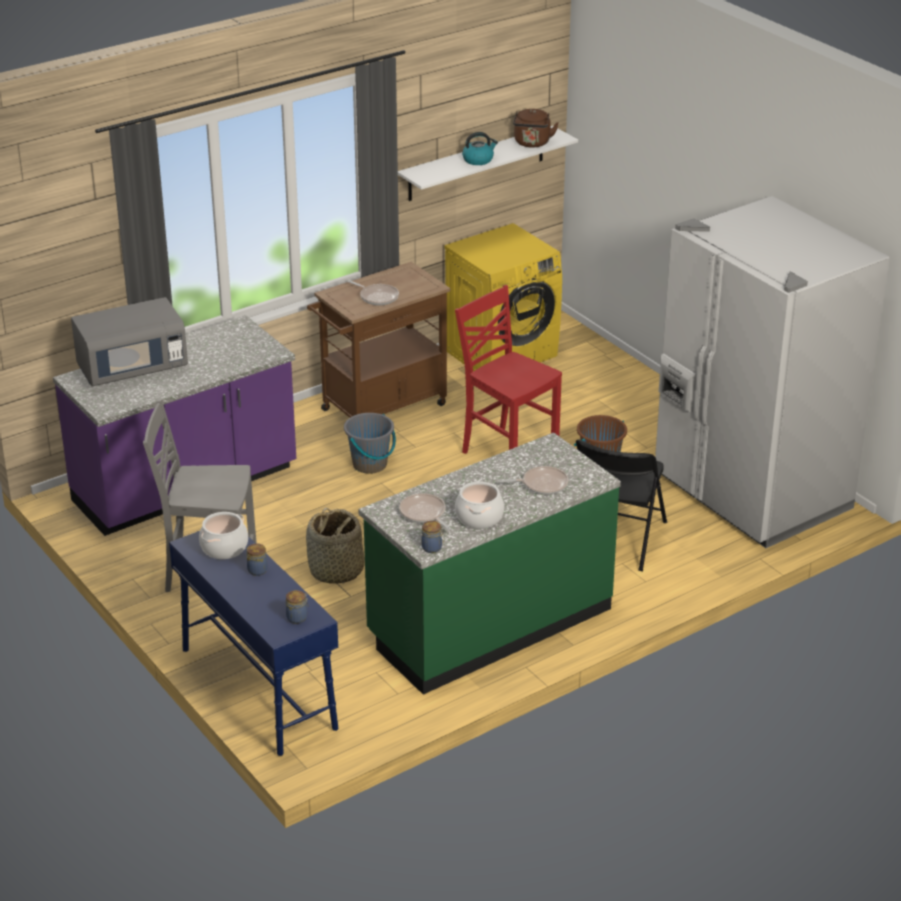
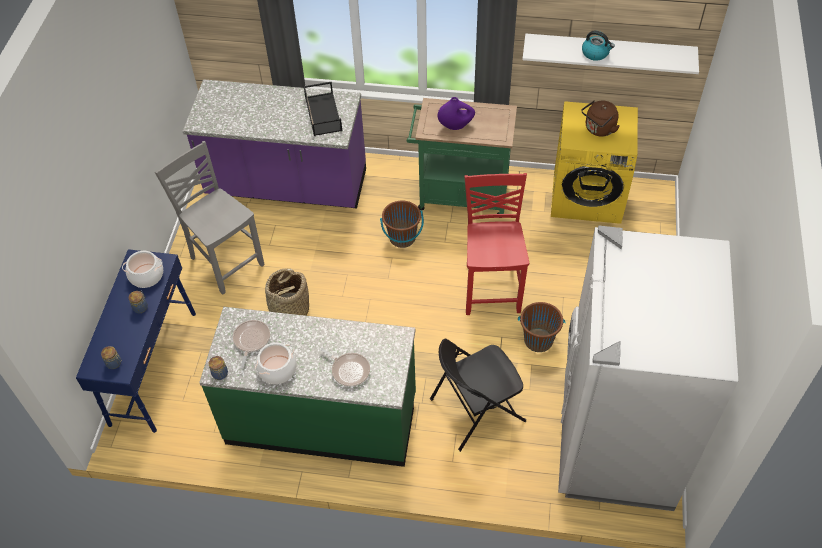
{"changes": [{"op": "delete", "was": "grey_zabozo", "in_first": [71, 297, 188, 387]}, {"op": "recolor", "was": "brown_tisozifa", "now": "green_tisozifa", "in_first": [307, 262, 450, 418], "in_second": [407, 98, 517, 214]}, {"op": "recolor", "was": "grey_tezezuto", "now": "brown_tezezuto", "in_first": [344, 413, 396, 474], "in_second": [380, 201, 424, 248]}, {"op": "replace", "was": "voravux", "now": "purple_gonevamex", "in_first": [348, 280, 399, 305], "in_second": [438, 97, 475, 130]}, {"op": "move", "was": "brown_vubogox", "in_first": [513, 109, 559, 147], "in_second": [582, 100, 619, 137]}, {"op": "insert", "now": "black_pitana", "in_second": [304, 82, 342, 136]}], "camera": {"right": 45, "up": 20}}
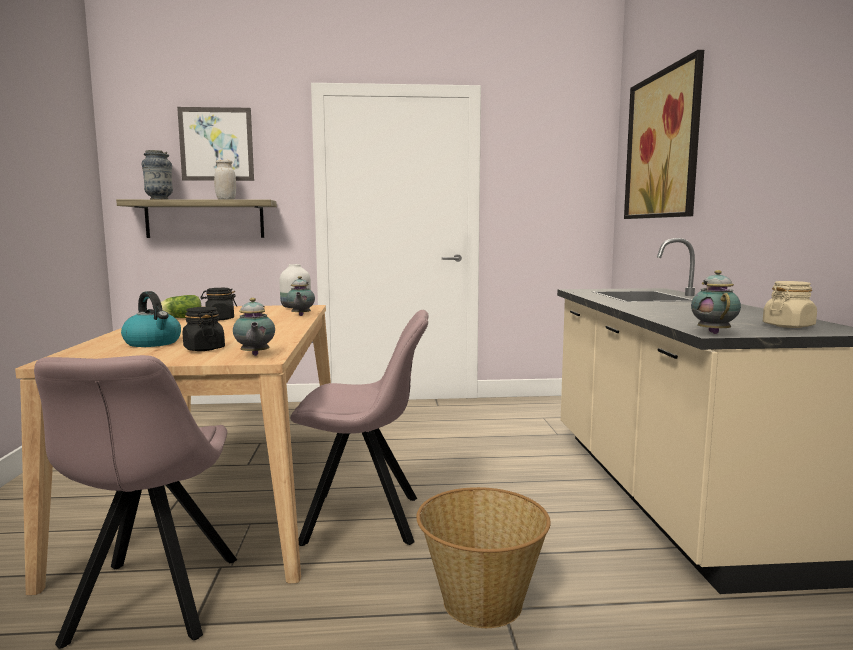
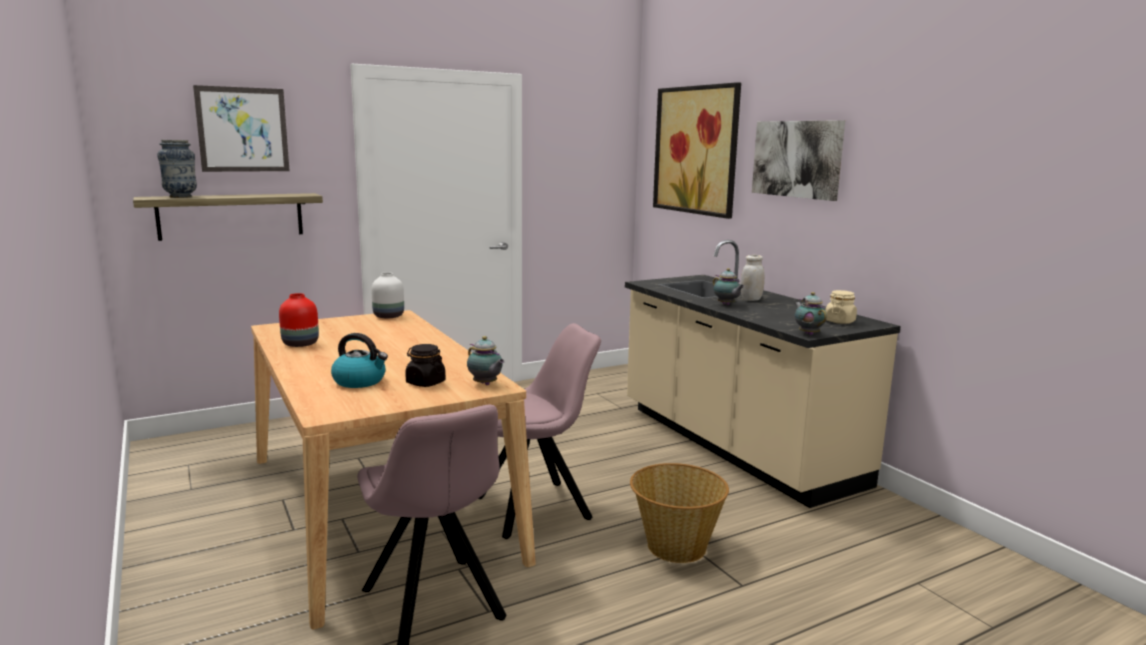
{"changes": [{"op": "replace", "was": "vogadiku", "now": "red_gonevamex", "in_first": [161, 295, 202, 318], "in_second": [279, 293, 319, 347]}, {"op": "delete", "was": "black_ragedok", "in_first": [200, 288, 237, 320]}, {"op": "move", "was": "white_ragedok", "in_first": [214, 159, 236, 200], "in_second": [741, 255, 765, 301]}, {"op": "move", "was": "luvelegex", "in_first": [286, 276, 315, 316], "in_second": [713, 268, 745, 305]}, {"op": "insert", "now": "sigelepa", "in_second": [752, 120, 845, 201]}], "camera": {"right": -25, "up": 5}}
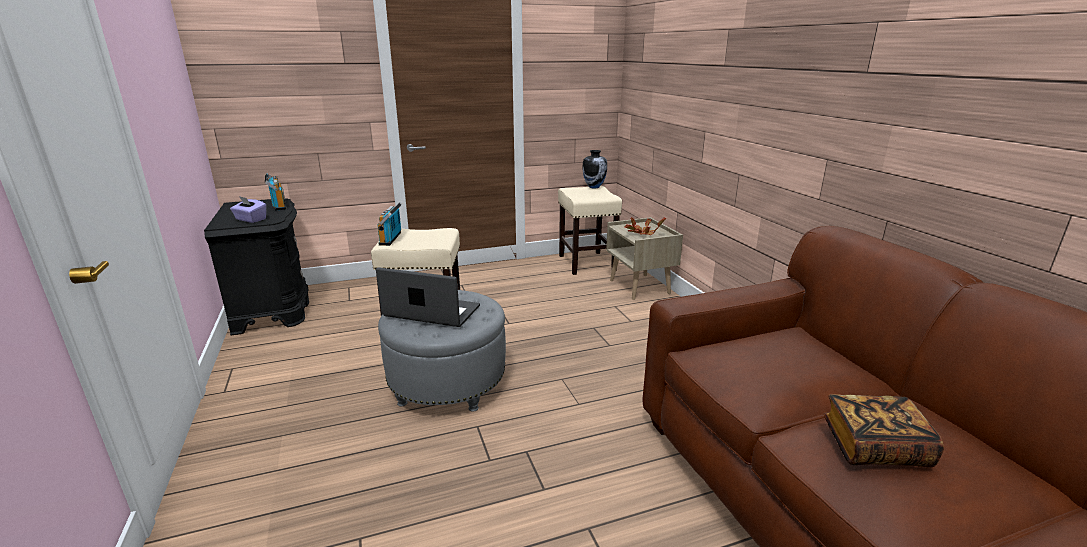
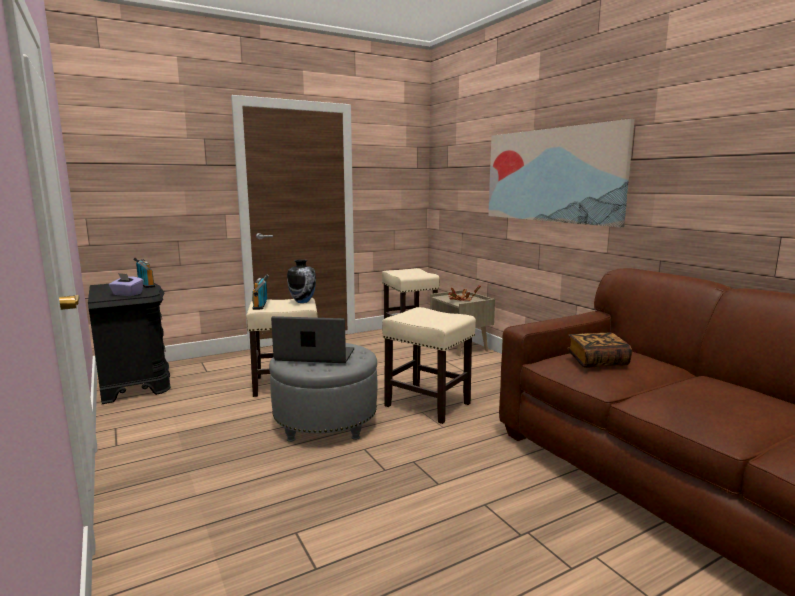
{"changes": [{"op": "move", "was": "gonevamex", "in_first": [582, 150, 607, 189], "in_second": [287, 260, 316, 303]}, {"op": "move", "was": "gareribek", "in_first": [823, 394, 944, 467], "in_second": [567, 333, 632, 368]}, {"op": "insert", "now": "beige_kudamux", "in_second": [382, 307, 476, 424]}, {"op": "insert", "now": "sigelepa", "in_second": [488, 119, 635, 227]}], "camera": {"right": -10, "up": -10}}
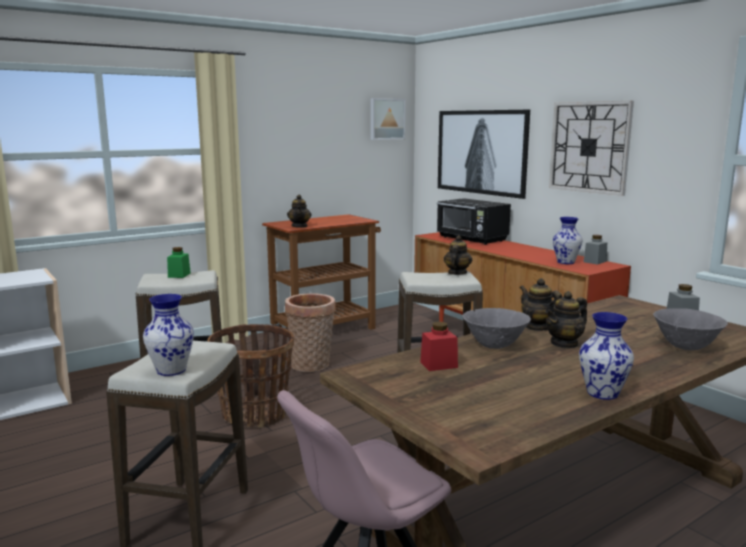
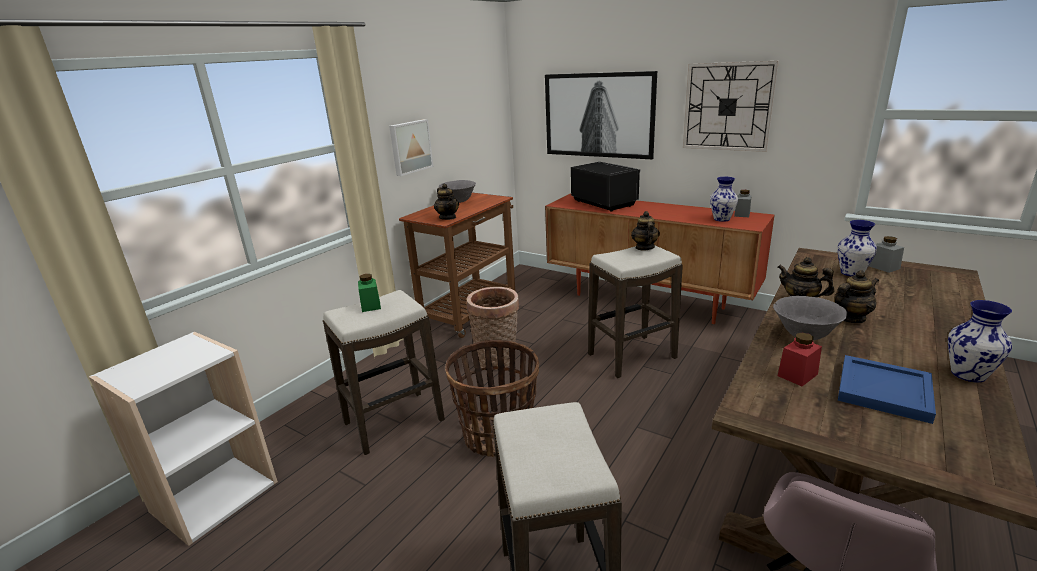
{"changes": [{"op": "move", "was": "gonevamex", "in_first": [143, 294, 194, 376], "in_second": [837, 220, 877, 276]}, {"op": "move", "was": "sigelepa", "in_first": [370, 98, 405, 140], "in_second": [389, 119, 434, 176]}, {"op": "rotate", "was": "black_zabozo", "in_first": [437, 198, 511, 245], "in_second": [571, 162, 641, 212], "clockwise": -150}, {"op": "rotate", "was": "luvelegex", "in_first": [545, 291, 587, 349], "in_second": [834, 270, 879, 323], "clockwise": -150}, {"op": "move", "was": "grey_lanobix", "in_first": [653, 308, 728, 350], "in_second": [439, 180, 476, 203]}, {"op": "insert", "now": "blue_pitana", "in_second": [838, 355, 936, 424]}], "camera": {"right": -20, "up": 10}}
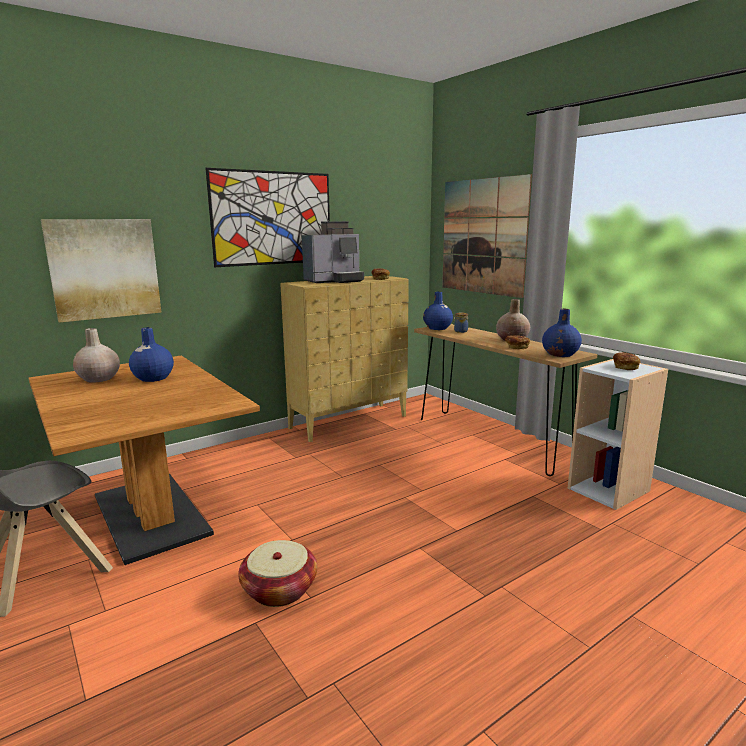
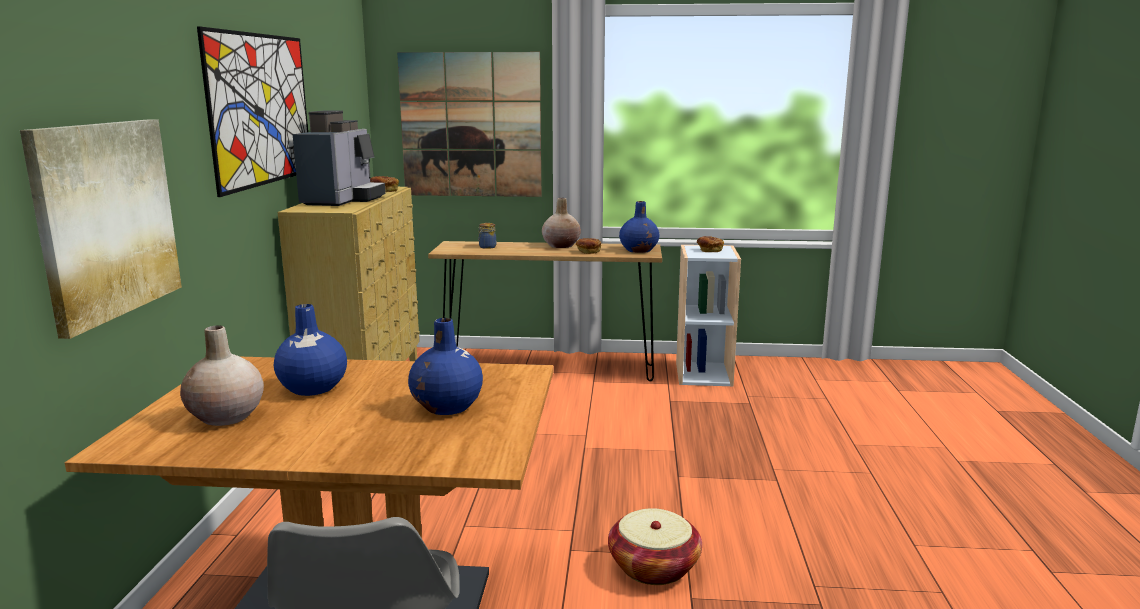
{"changes": [{"op": "move", "was": "blue_gonevamex", "in_first": [423, 292, 453, 330], "in_second": [408, 318, 483, 415]}], "camera": {"right": -50, "up": 0}}
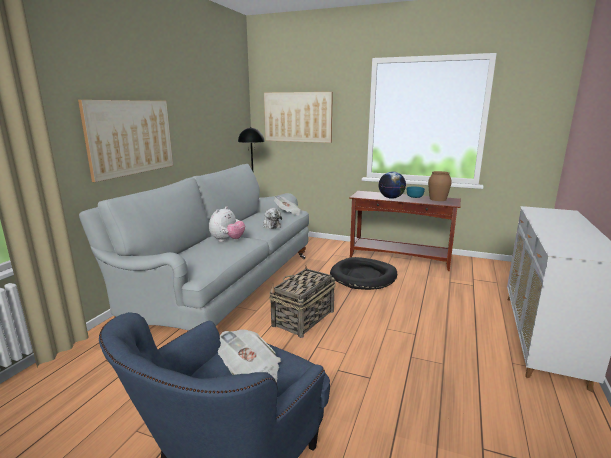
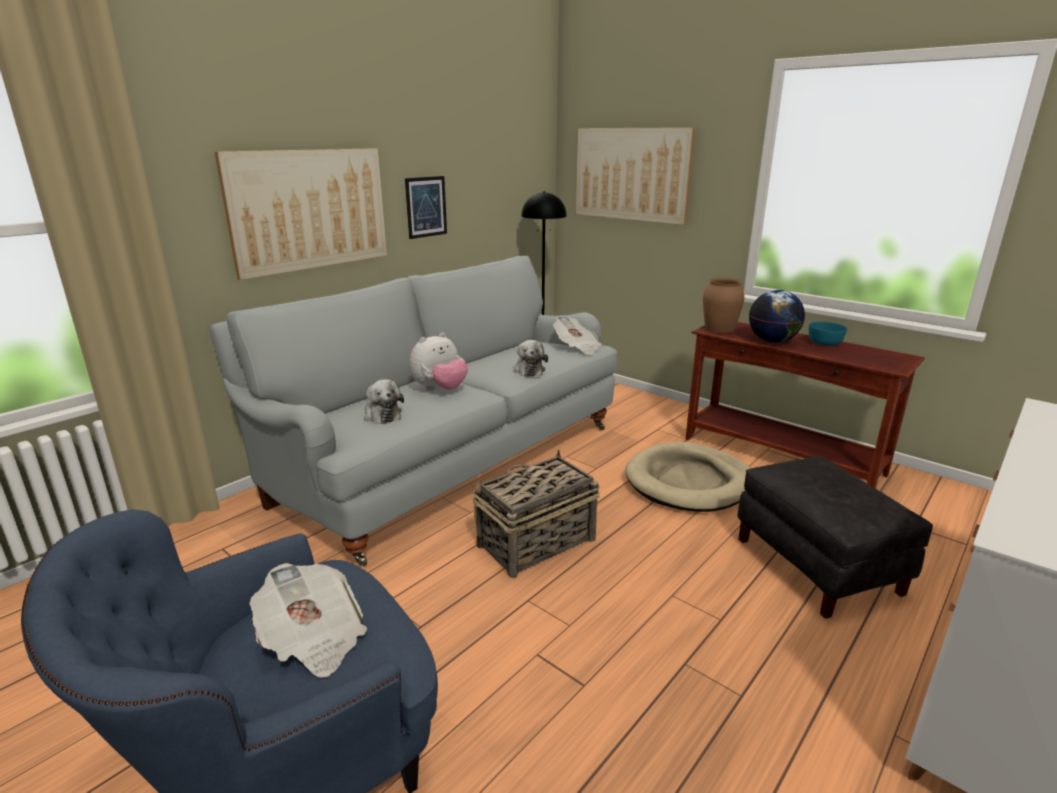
{"changes": [{"op": "recolor", "was": "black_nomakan", "now": "beige_nomakan", "in_first": [330, 257, 397, 290], "in_second": [625, 442, 751, 512]}, {"op": "move", "was": "brown_gonevamex", "in_first": [428, 171, 452, 201], "in_second": [703, 278, 744, 333]}, {"op": "insert", "now": "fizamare", "in_second": [364, 379, 404, 424]}, {"op": "insert", "now": "sigelepa", "in_second": [405, 176, 447, 239]}, {"op": "insert", "now": "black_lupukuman", "in_second": [738, 456, 933, 619]}], "camera": {"right": 20, "up": 5}}
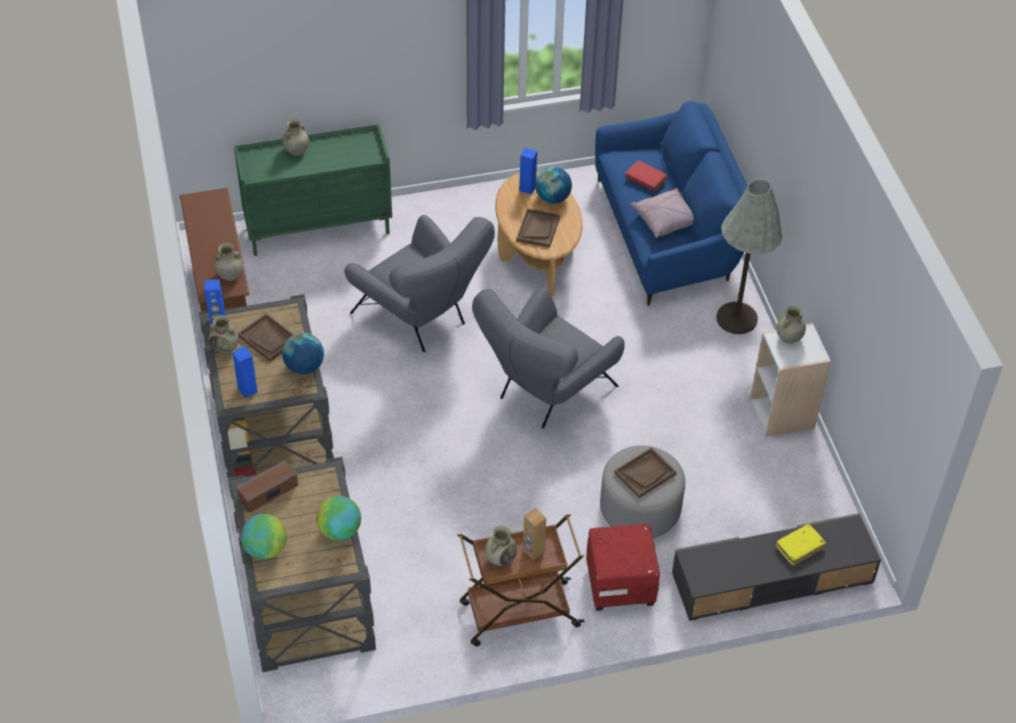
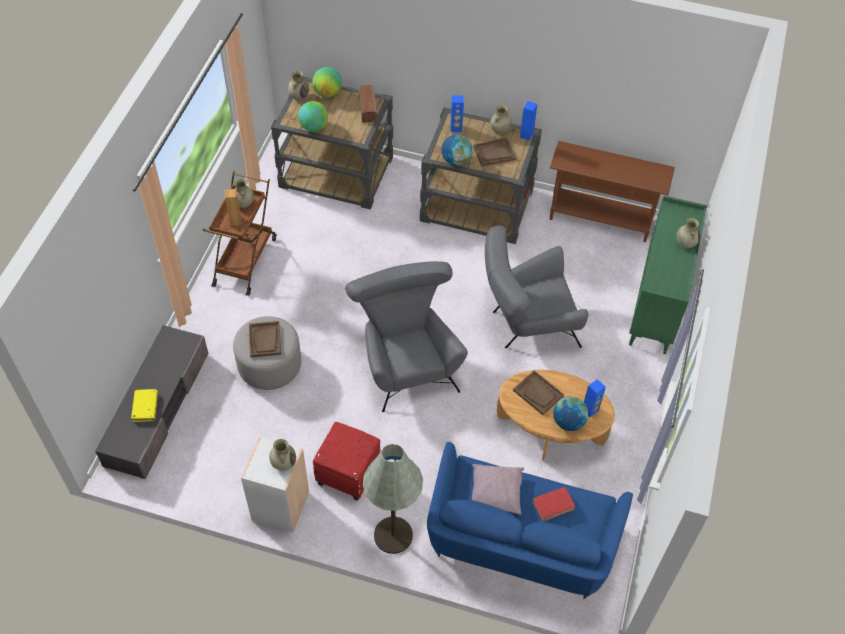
{"changes": [{"op": "move", "was": "beige_gonevamex", "in_first": [214, 243, 243, 281], "in_second": [288, 70, 309, 101]}, {"op": "move", "was": "red_lupukuman", "in_first": [586, 524, 660, 611], "in_second": [313, 422, 380, 501]}], "camera": {"right": 120, "up": 5}}
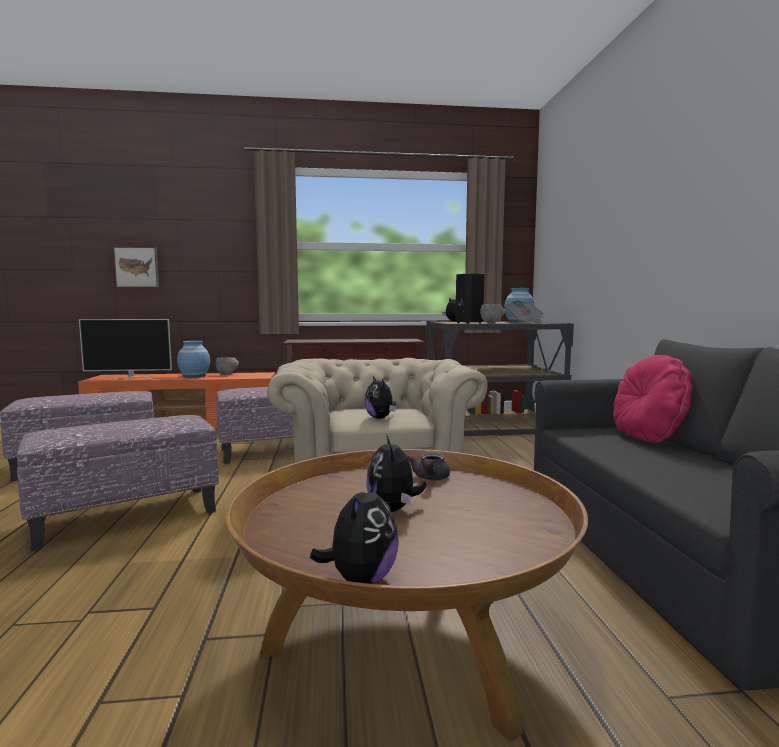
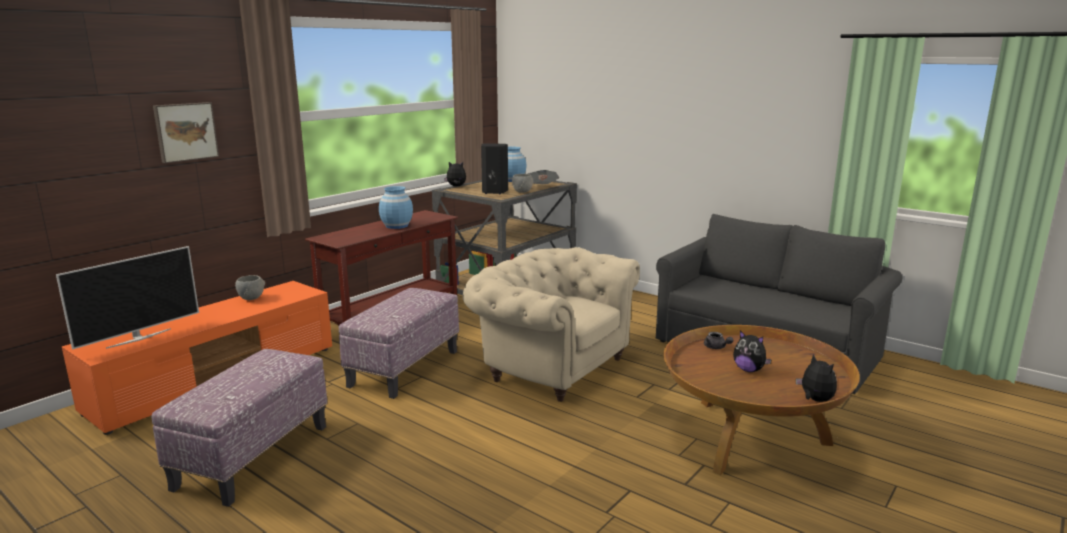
{"changes": [{"op": "delete", "was": "lupukuman", "in_first": [17, 415, 219, 550]}, {"op": "move", "was": "sigelepa", "in_first": [113, 247, 159, 288], "in_second": [153, 102, 219, 163]}, {"op": "move", "was": "blue_gonevamex", "in_first": [177, 341, 210, 378], "in_second": [379, 186, 413, 229]}, {"op": "delete", "was": "fizamare", "in_first": [364, 376, 396, 419]}, {"op": "delete", "was": "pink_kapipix", "in_first": [613, 355, 693, 444]}], "camera": {"right": -45, "up": 10}}
